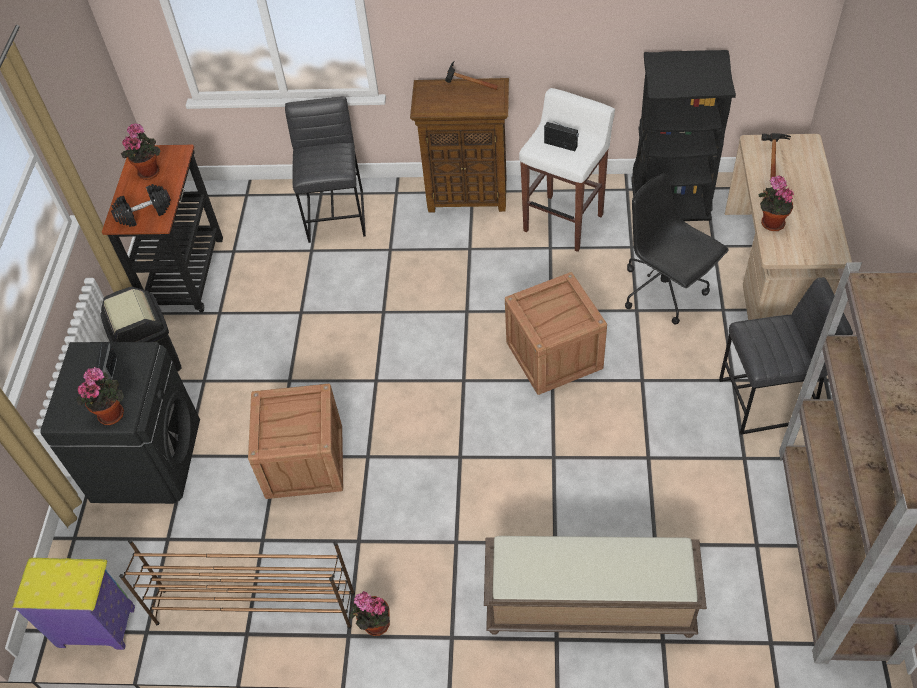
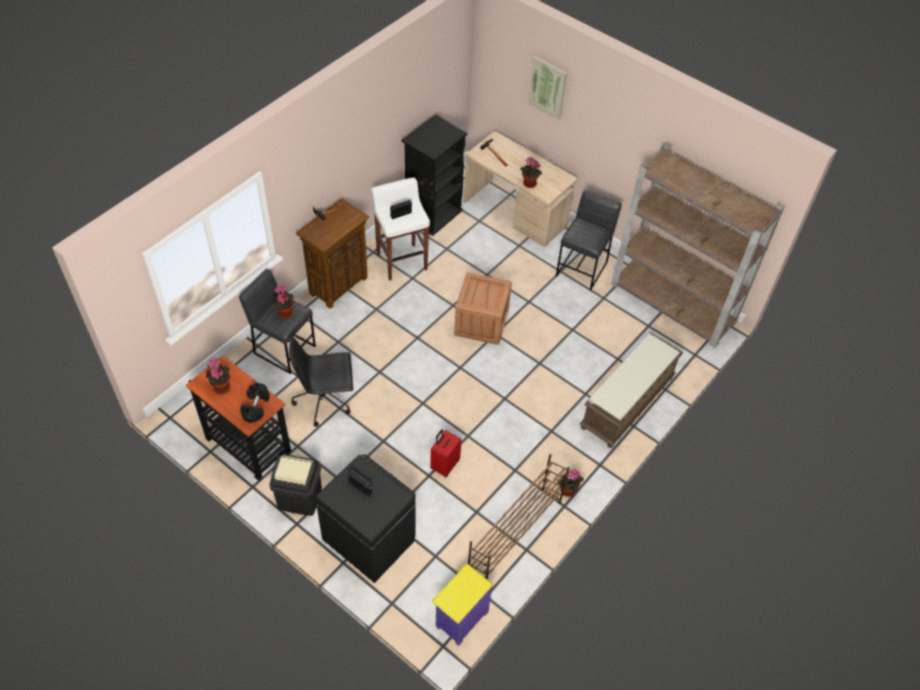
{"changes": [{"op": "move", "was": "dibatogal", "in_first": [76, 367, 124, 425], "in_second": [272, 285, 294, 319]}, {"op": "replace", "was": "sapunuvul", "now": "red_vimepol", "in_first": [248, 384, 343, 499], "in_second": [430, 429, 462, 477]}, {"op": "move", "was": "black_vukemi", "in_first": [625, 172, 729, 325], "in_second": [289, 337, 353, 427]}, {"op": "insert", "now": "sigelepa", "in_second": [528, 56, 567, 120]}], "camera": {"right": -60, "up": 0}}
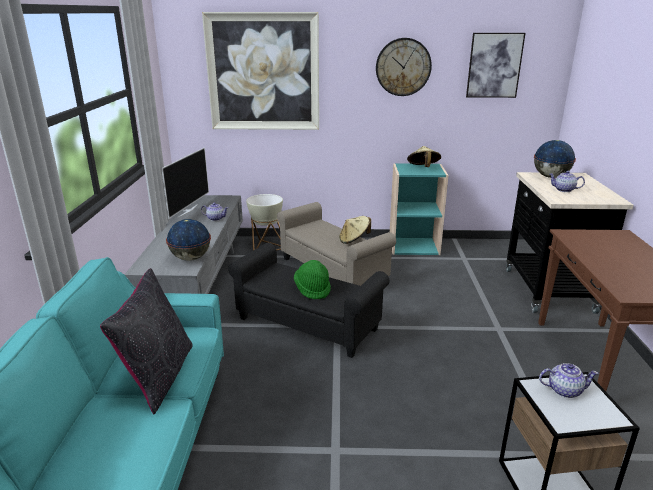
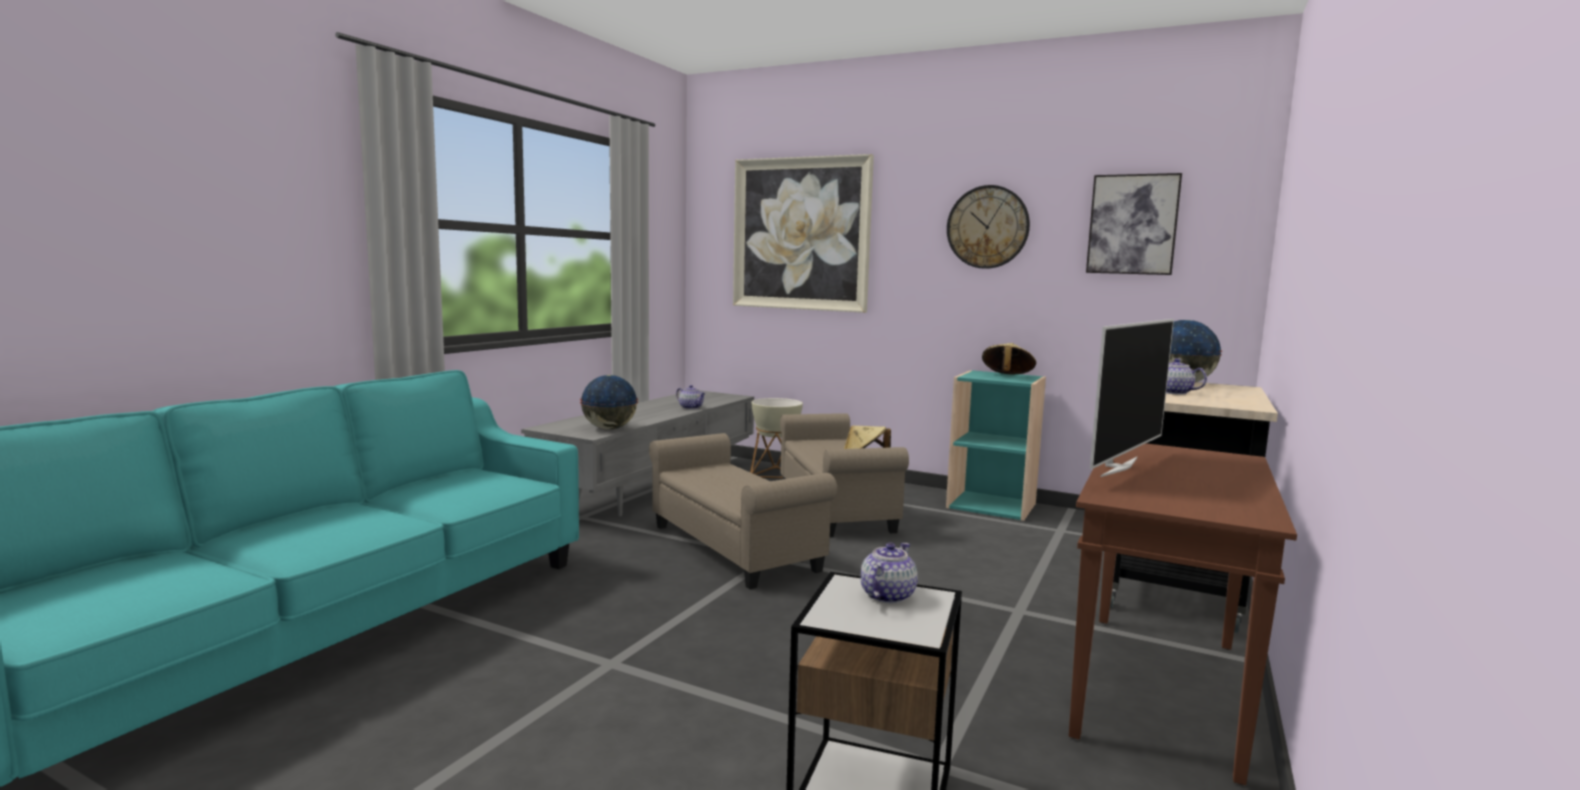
{"changes": [{"op": "delete", "was": "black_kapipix", "in_first": [100, 268, 193, 414]}, {"op": "move", "was": "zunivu", "in_first": [162, 147, 209, 219], "in_second": [1090, 319, 1174, 477]}, {"op": "recolor", "was": "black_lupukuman", "now": "beige_lupukuman", "in_first": [228, 243, 389, 358], "in_second": [649, 433, 837, 589]}, {"op": "delete", "was": "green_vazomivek", "in_first": [294, 260, 331, 299]}, {"op": "rotate", "was": "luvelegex", "in_first": [539, 363, 599, 398], "in_second": [861, 543, 918, 604], "clockwise": -90}], "camera": {"right": 25, "up": -15}}
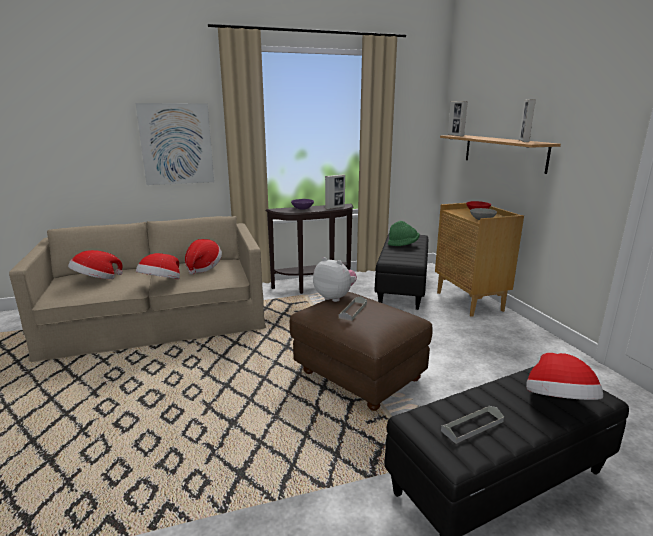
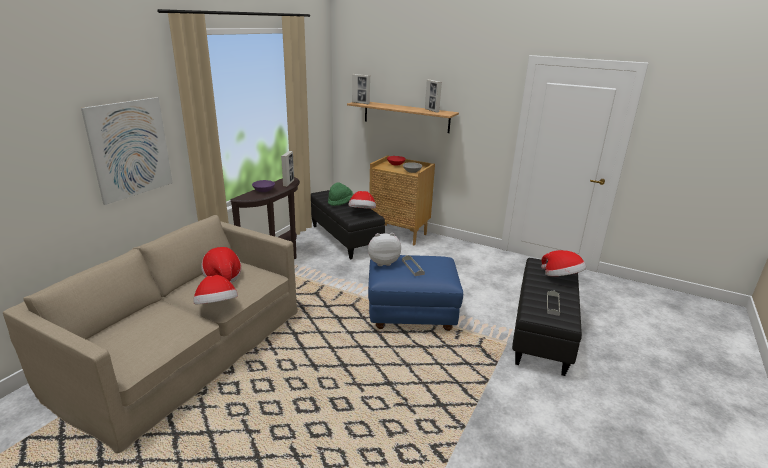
{"changes": [{"op": "move", "was": "vazomivek", "in_first": [68, 250, 123, 279], "in_second": [348, 191, 376, 209]}, {"op": "recolor", "was": "brown_lupukuman", "now": "blue_lupukuman", "in_first": [289, 292, 433, 411], "in_second": [368, 255, 463, 331]}], "camera": {"right": -45, "up": 5}}
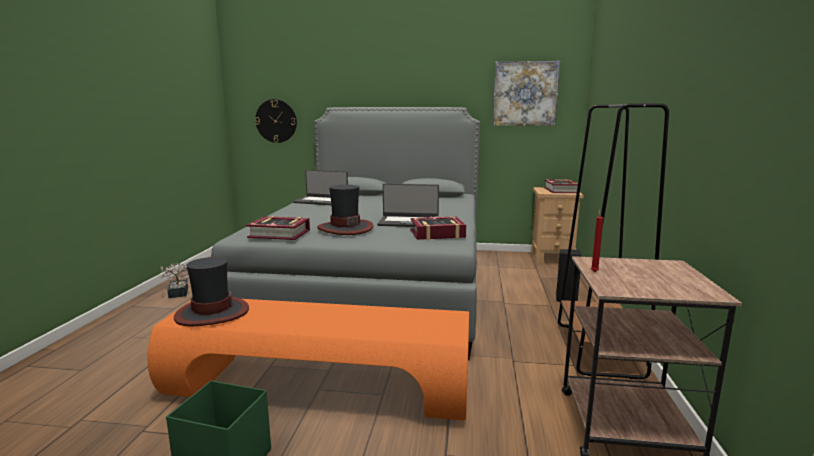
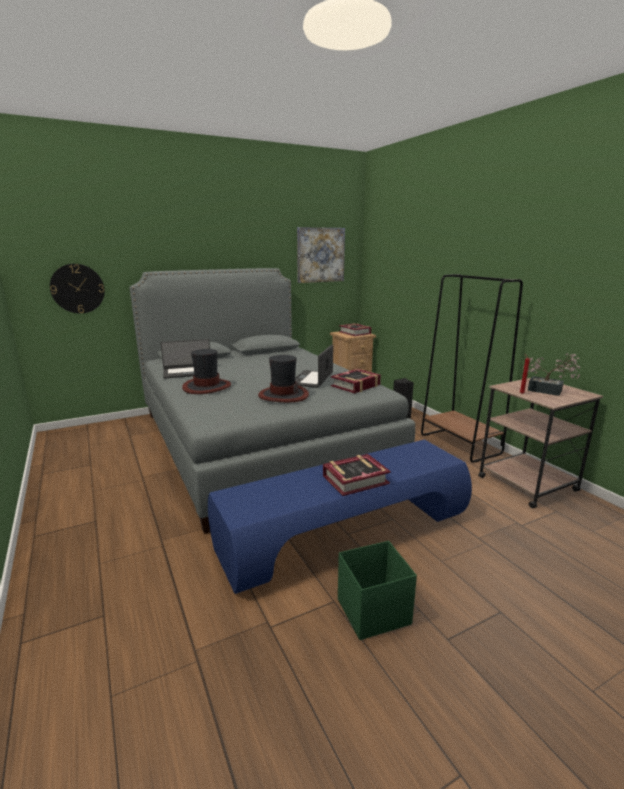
{"changes": [{"op": "recolor", "was": "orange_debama", "now": "blue_debama", "in_first": [147, 299, 469, 421], "in_second": [208, 440, 472, 594]}, {"op": "move", "was": "dibatogal", "in_first": [160, 263, 189, 298], "in_second": [528, 353, 580, 396]}, {"op": "move", "was": "vazomivek", "in_first": [174, 257, 249, 326], "in_second": [182, 349, 231, 394]}, {"op": "move", "was": "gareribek", "in_first": [246, 216, 310, 240], "in_second": [323, 454, 391, 496]}, {"op": "rotate", "was": "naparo", "in_first": [377, 184, 439, 227], "in_second": [295, 344, 333, 388], "clockwise": 135}], "camera": {"right": -35, "up": 5}}
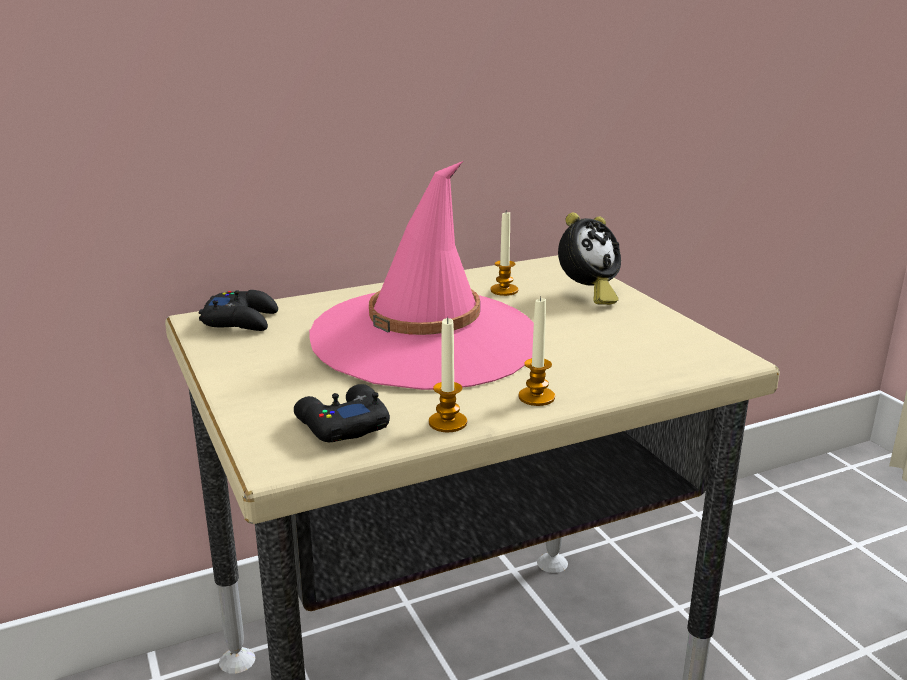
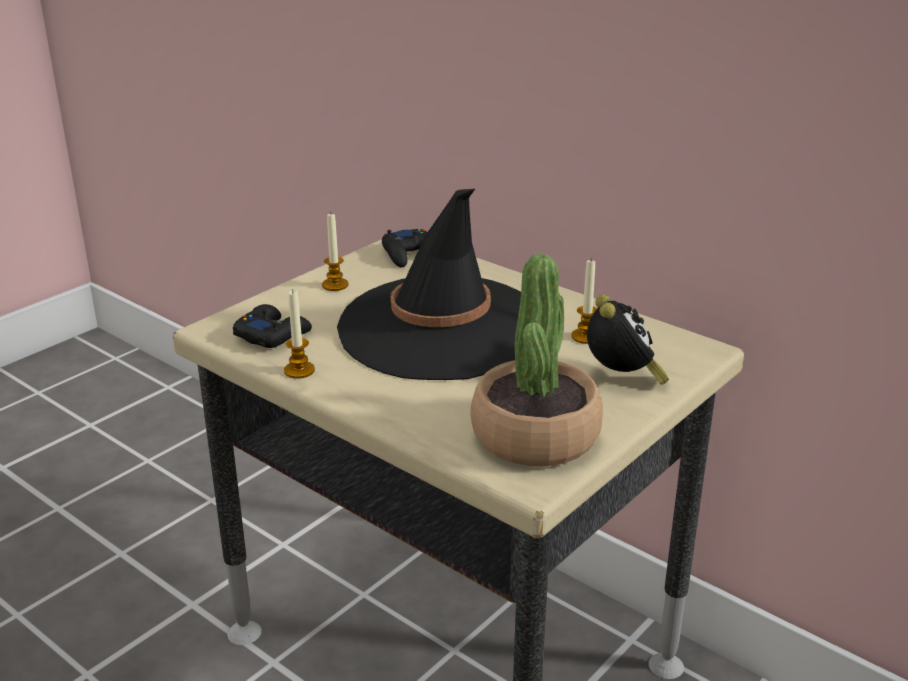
{"changes": [{"op": "recolor", "was": "pink_vazomivek", "now": "black_vazomivek", "in_first": [309, 161, 534, 390], "in_second": [337, 189, 521, 380]}, {"op": "move", "was": "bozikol", "in_first": [518, 296, 555, 406], "in_second": [322, 214, 348, 291]}, {"op": "rotate", "was": "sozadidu", "in_first": [558, 212, 621, 305], "in_second": [587, 294, 669, 385], "clockwise": -120}, {"op": "insert", "now": "dibatogal", "in_second": [470, 254, 603, 466]}], "camera": {"right": 65, "up": 5}}
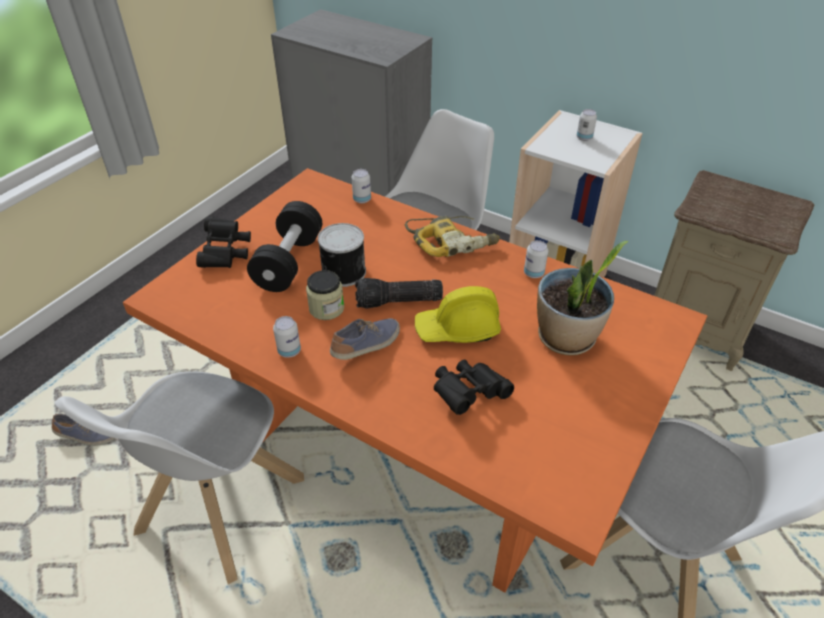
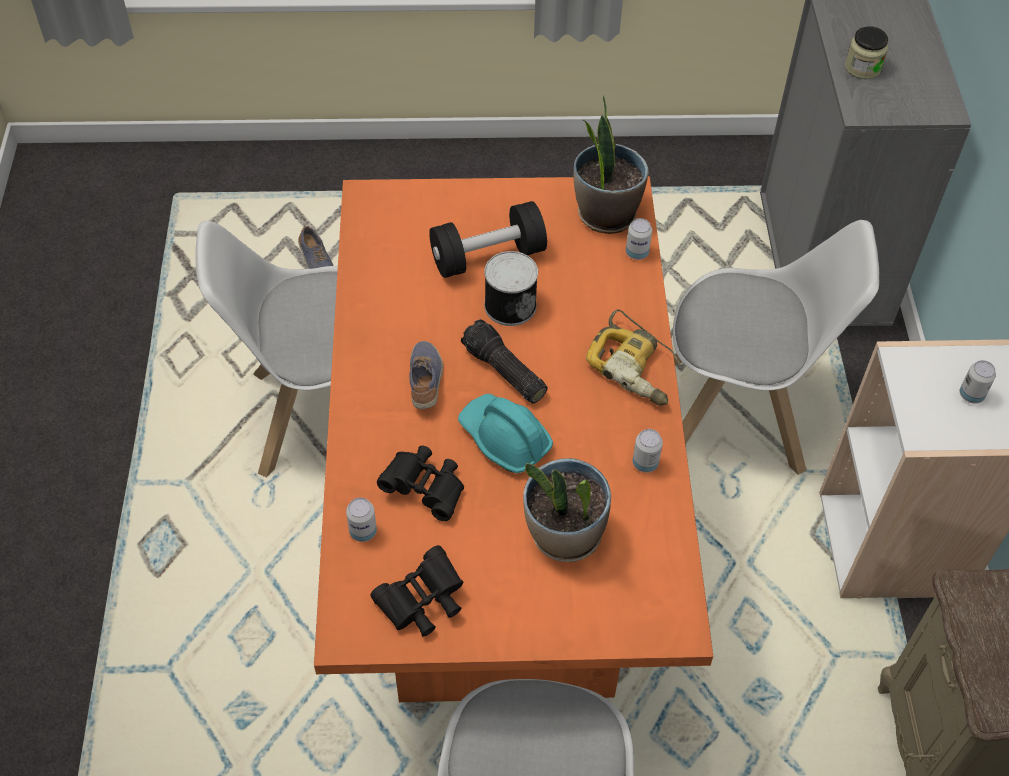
{"changes": [{"op": "move", "was": "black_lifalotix", "in_first": [196, 217, 251, 268], "in_second": [371, 545, 463, 636]}, {"op": "move", "was": "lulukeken", "in_first": [273, 316, 301, 358], "in_second": [346, 498, 377, 542]}, {"op": "move", "was": "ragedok", "in_first": [306, 270, 344, 320], "in_second": [845, 26, 888, 79]}, {"op": "rotate", "was": "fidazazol", "in_first": [330, 318, 400, 360], "in_second": [409, 341, 443, 409], "clockwise": -105}, {"op": "recolor", "was": "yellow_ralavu", "now": "turquoise_ralavu", "in_first": [415, 286, 501, 343], "in_second": [458, 394, 553, 473]}, {"op": "insert", "now": "dibatogal", "in_second": [574, 95, 649, 234]}], "camera": {"right": 55, "up": 10}}
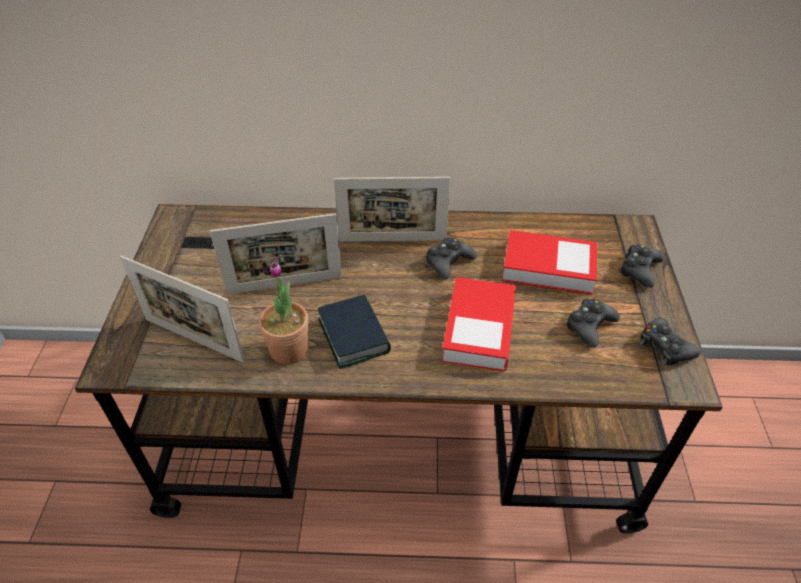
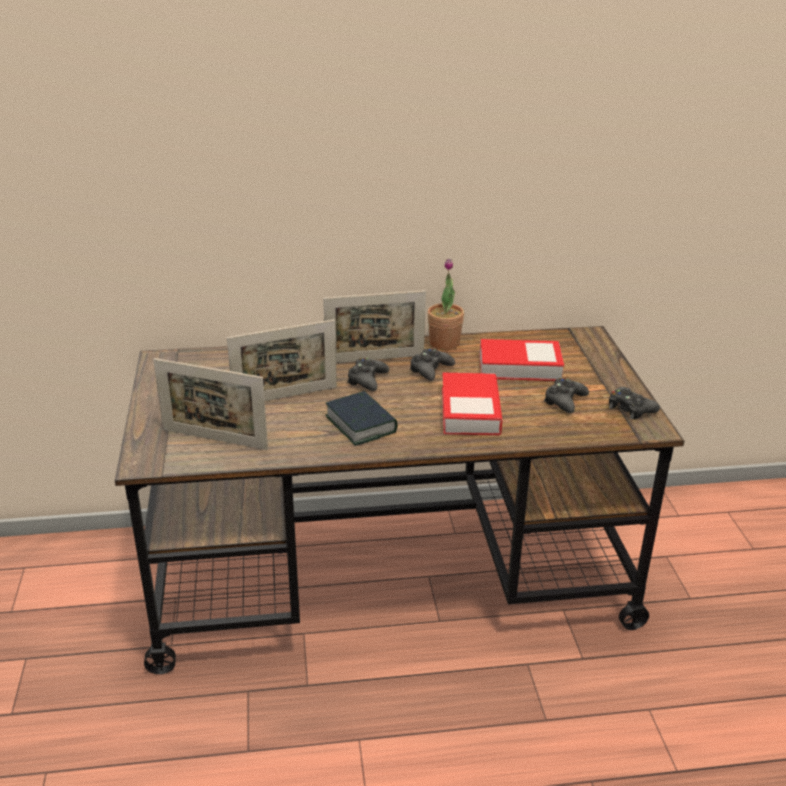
{"changes": [{"op": "move", "was": "dibatogal", "in_first": [259, 262, 309, 364], "in_second": [428, 259, 464, 350]}, {"op": "move", "was": "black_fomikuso", "in_first": [619, 244, 664, 288], "in_second": [347, 358, 389, 391]}], "camera": {"right": -10, "up": -15}}
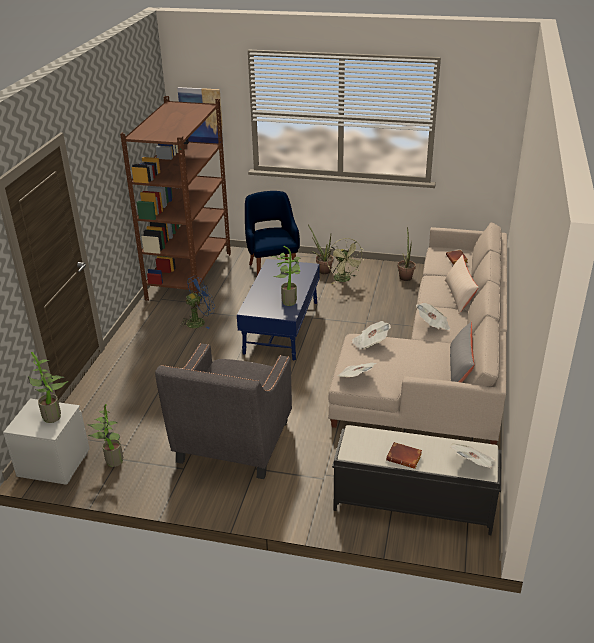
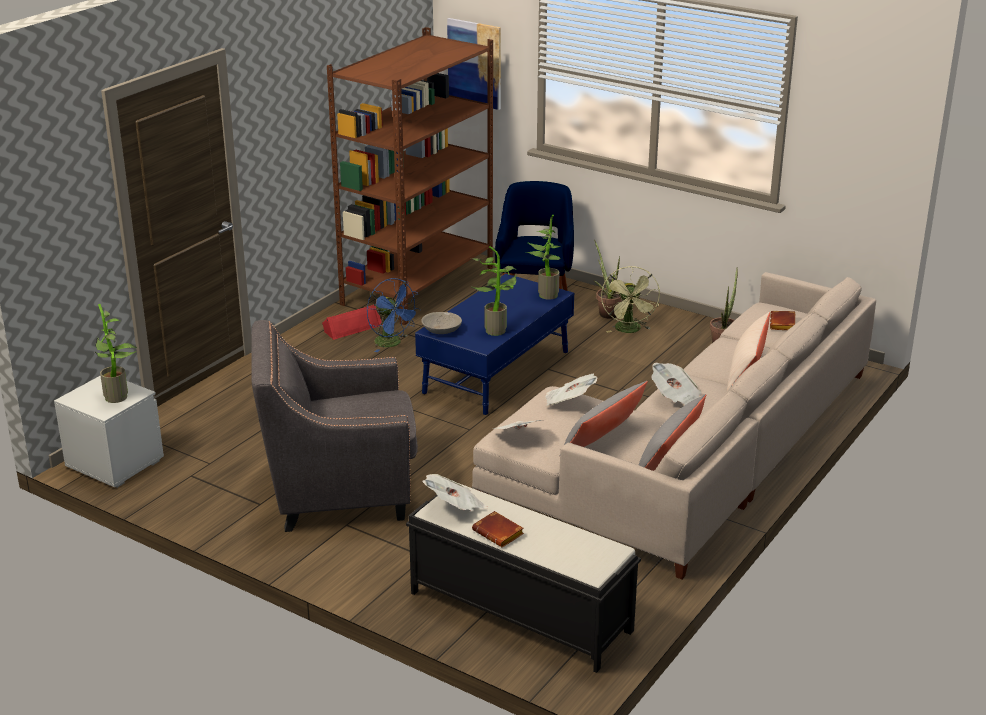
{"changes": [{"op": "move", "was": "dibatogal", "in_first": [87, 404, 123, 467], "in_second": [526, 215, 561, 300]}, {"op": "rotate", "was": "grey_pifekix", "in_first": [155, 343, 292, 479], "in_second": [251, 320, 418, 532], "clockwise": 45}, {"op": "rotate", "was": "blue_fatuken", "in_first": [181, 276, 214, 329], "in_second": [367, 278, 420, 352], "clockwise": 60}, {"op": "move", "was": "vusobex", "in_first": [450, 443, 496, 468], "in_second": [422, 474, 488, 511]}, {"op": "insert", "now": "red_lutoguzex", "in_second": [322, 304, 383, 340]}, {"op": "insert", "now": "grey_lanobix", "in_second": [421, 312, 462, 334]}, {"op": "insert", "now": "grey_kapipix", "in_second": [564, 381, 648, 447]}], "camera": {"right": 20, "up": -5}}
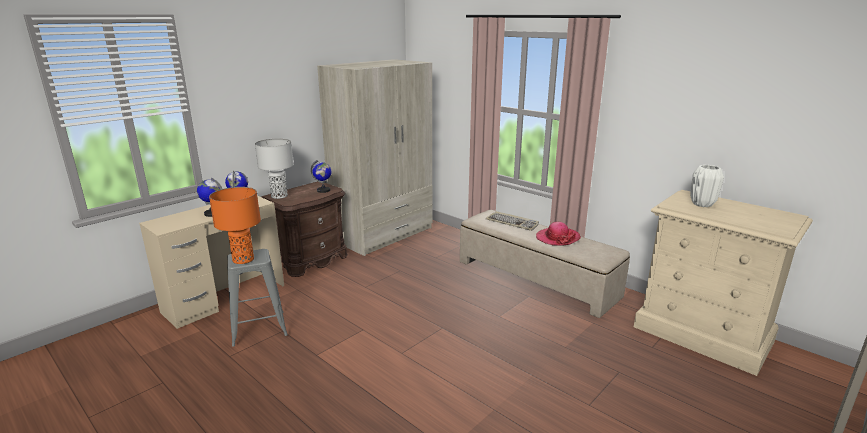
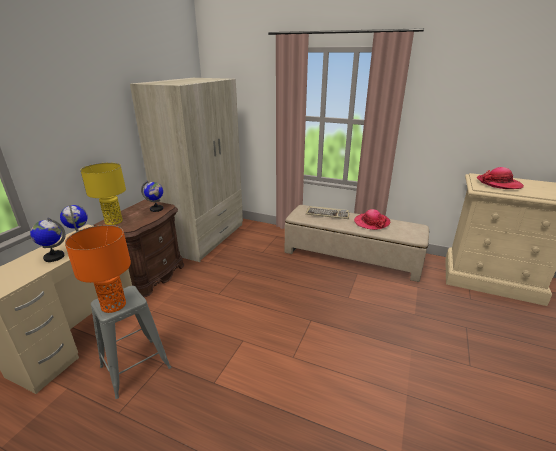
{"changes": [{"op": "recolor", "was": "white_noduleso", "now": "yellow_noduleso", "in_first": [255, 139, 294, 199], "in_second": [80, 163, 126, 225]}, {"op": "replace", "was": "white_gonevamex", "now": "vazomivek", "in_first": [690, 165, 724, 207], "in_second": [477, 167, 524, 189]}], "camera": {"right": -20, "up": 5}}
